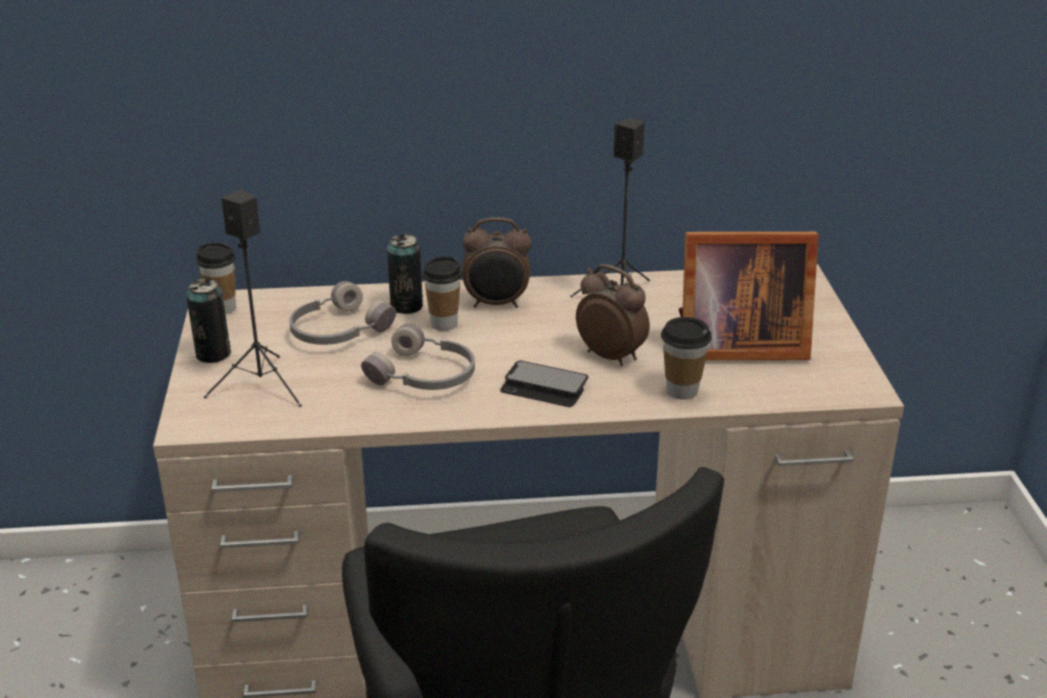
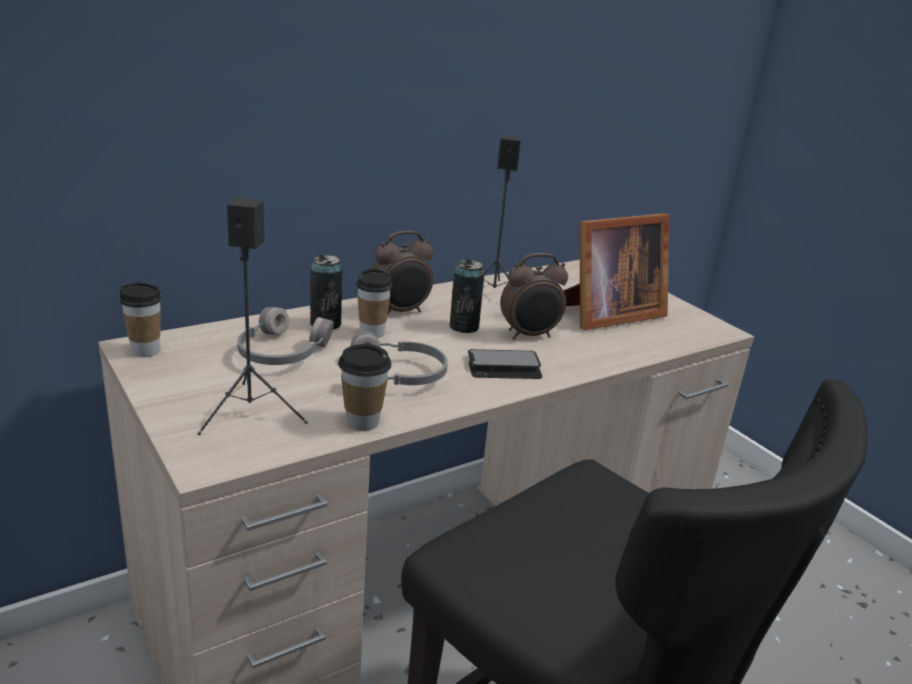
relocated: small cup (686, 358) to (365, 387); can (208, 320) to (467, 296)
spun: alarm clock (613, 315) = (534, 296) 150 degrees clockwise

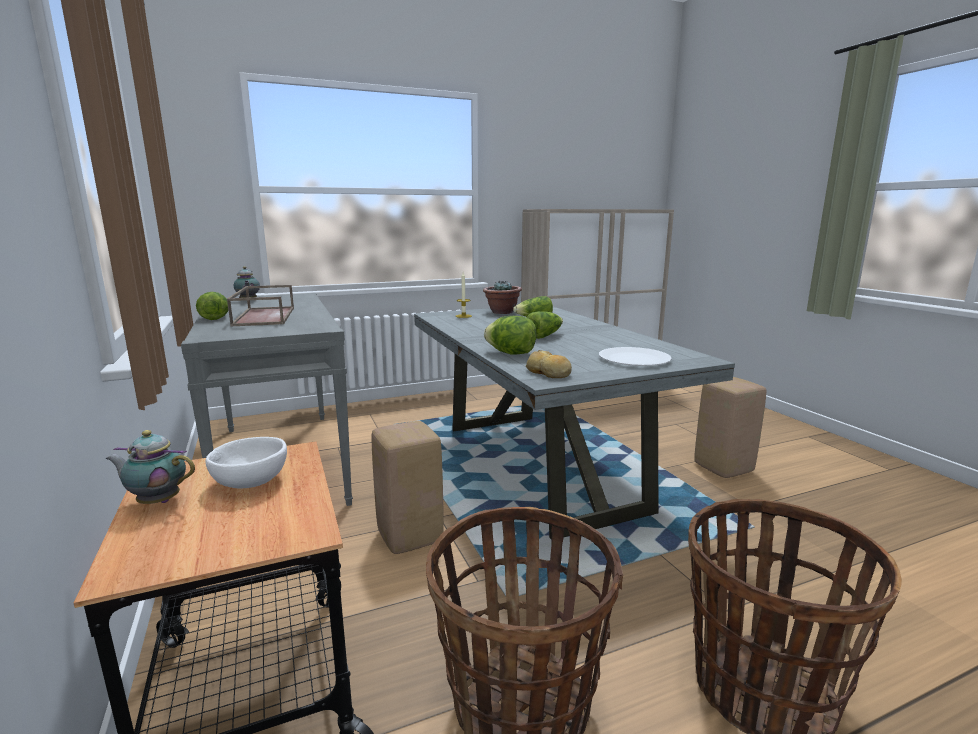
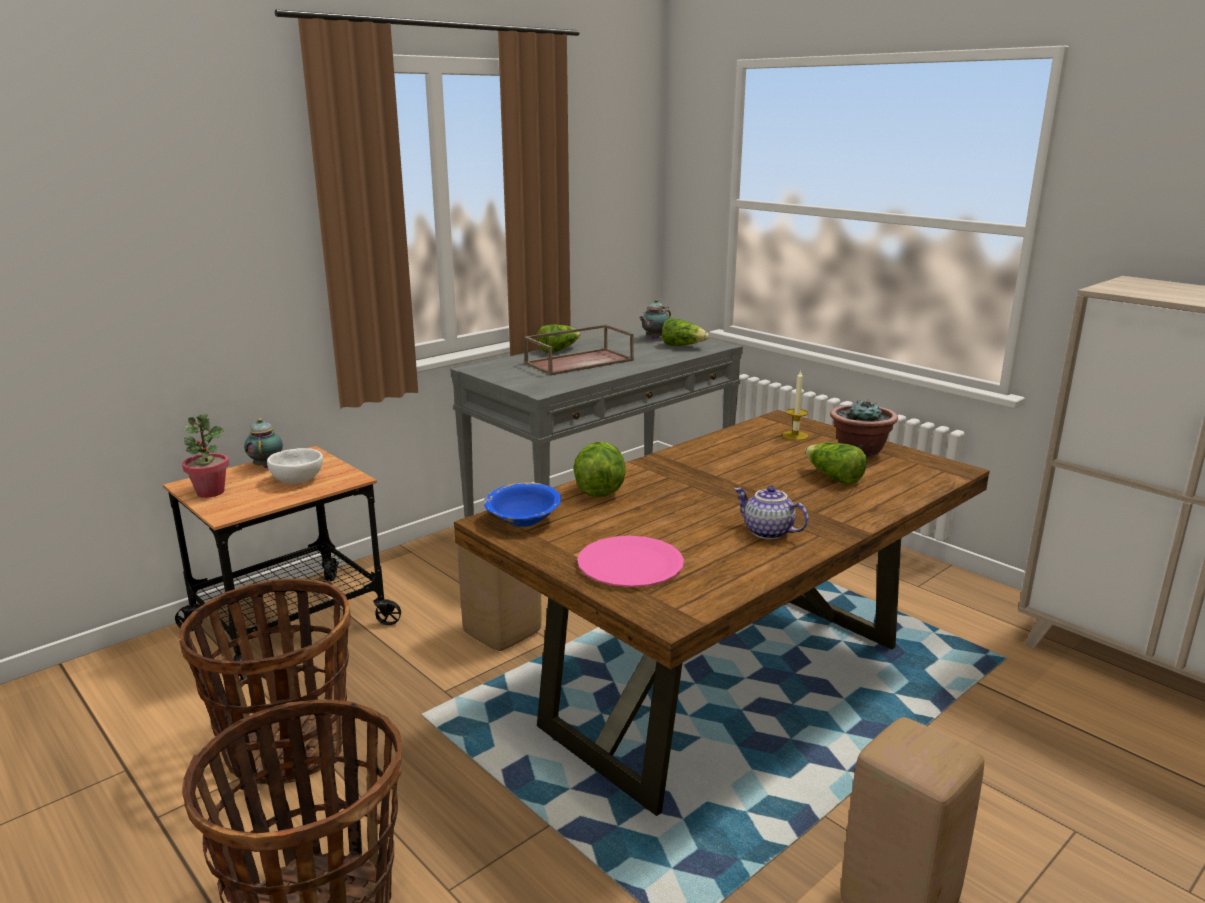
appeared: plant in a pot (205, 456); tea pot (772, 512)
relocated: lettuce (545, 325) to (685, 332)
exchanged: bread (549, 364) to bluish deep dish (522, 504)
colour: greyish dining table (574, 423) to brownish dining table (722, 613); white-coloured plate (635, 356) to pinkish plate (630, 561)

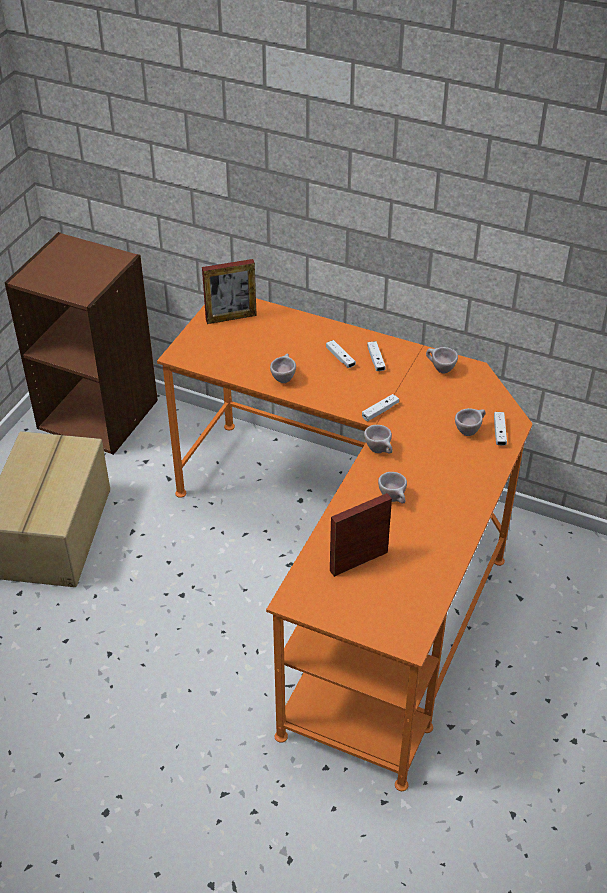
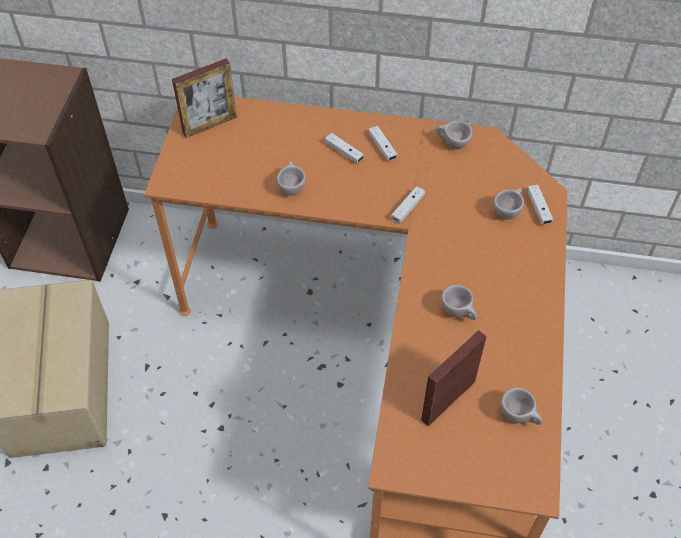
relocated: beige-coloured small cup (378, 439) to (521, 406)

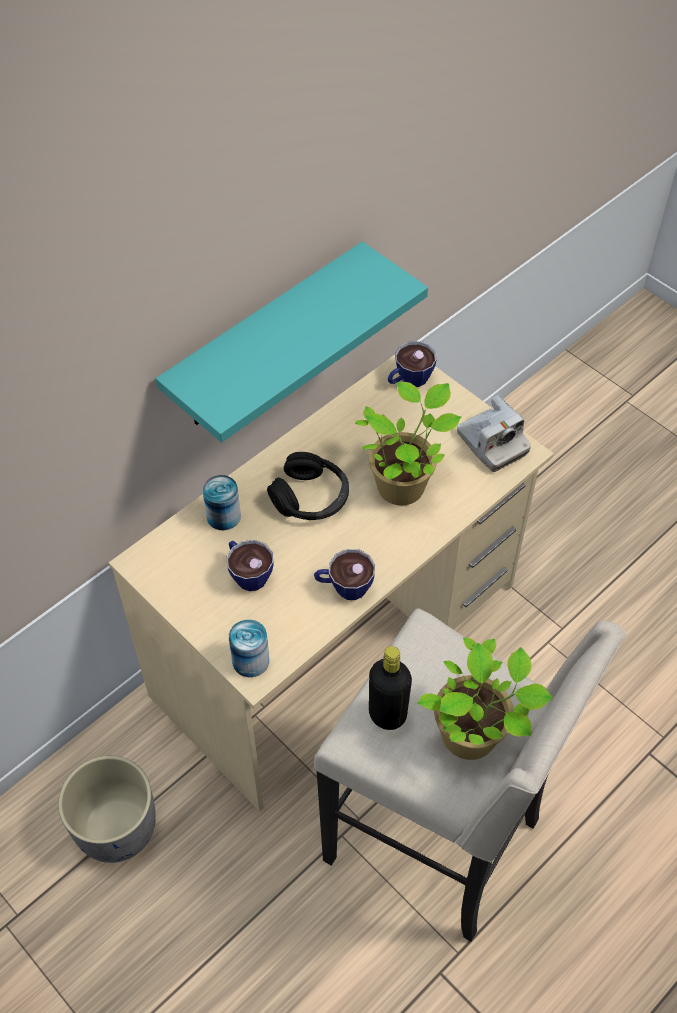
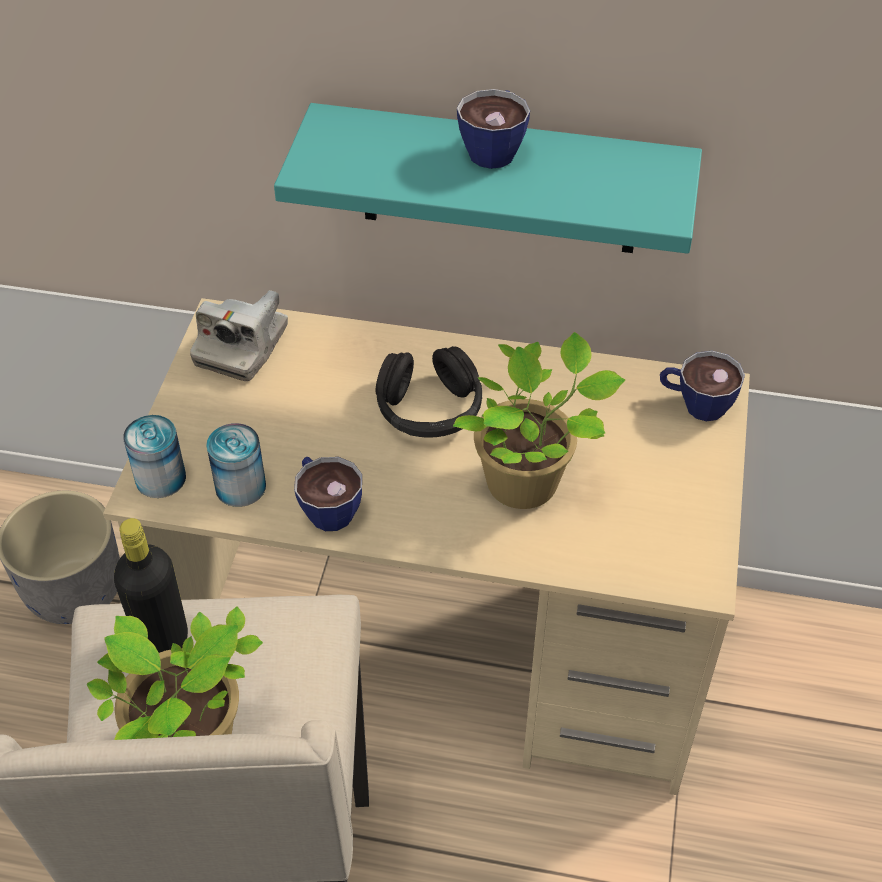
relocated: still camera (494, 433) to (239, 335); can (221, 502) to (236, 465); small cup (250, 565) to (493, 129)

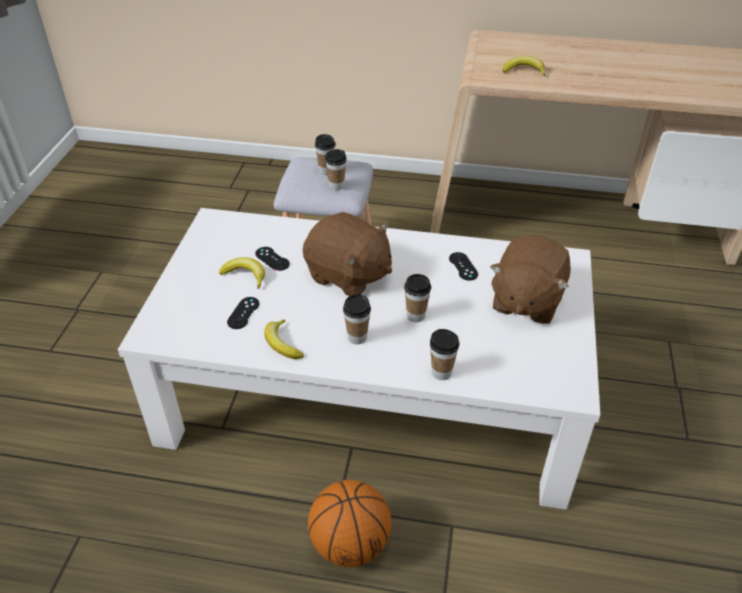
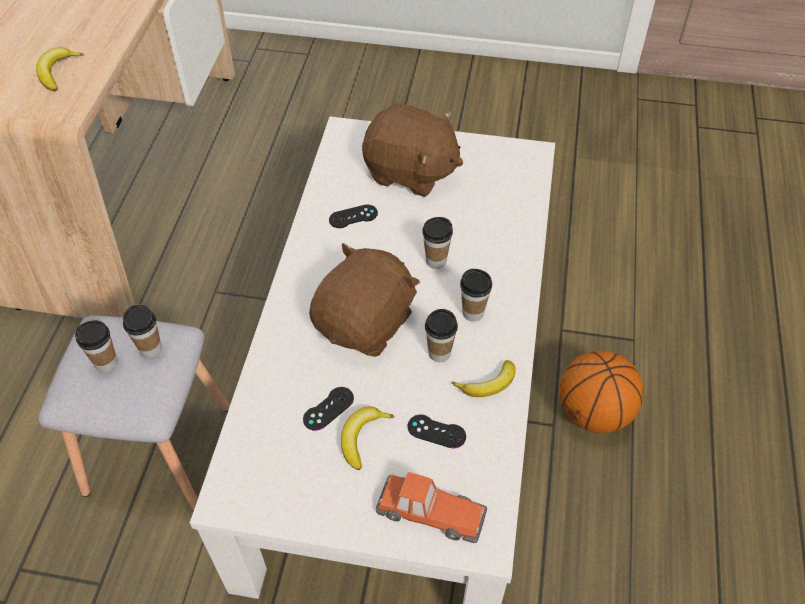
appeared: miniature car (431, 507)
relocated: small cup (444, 354) to (441, 335)

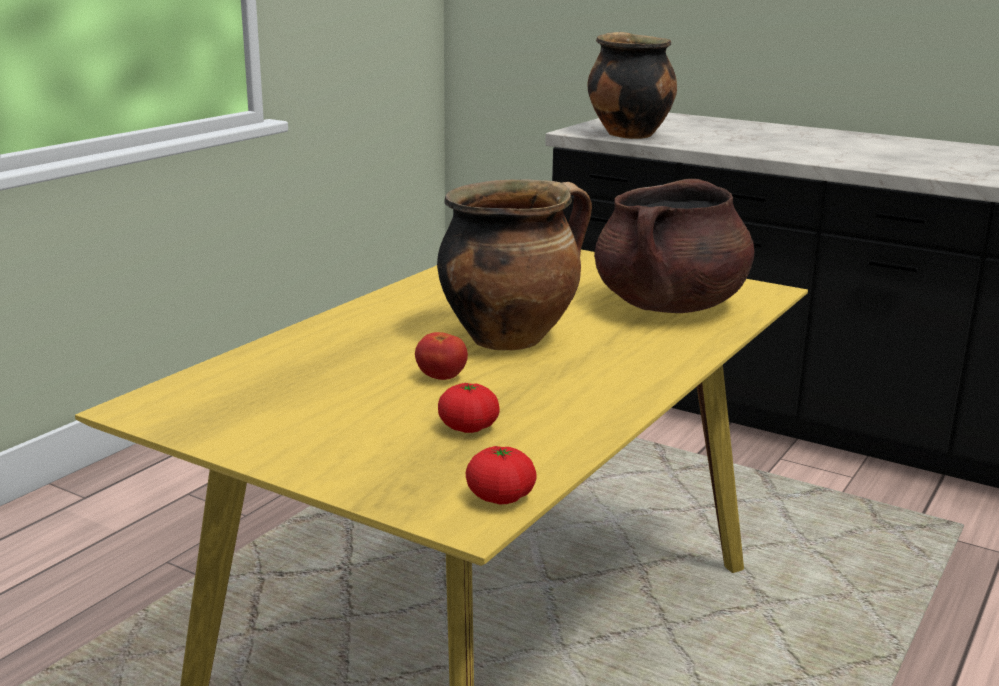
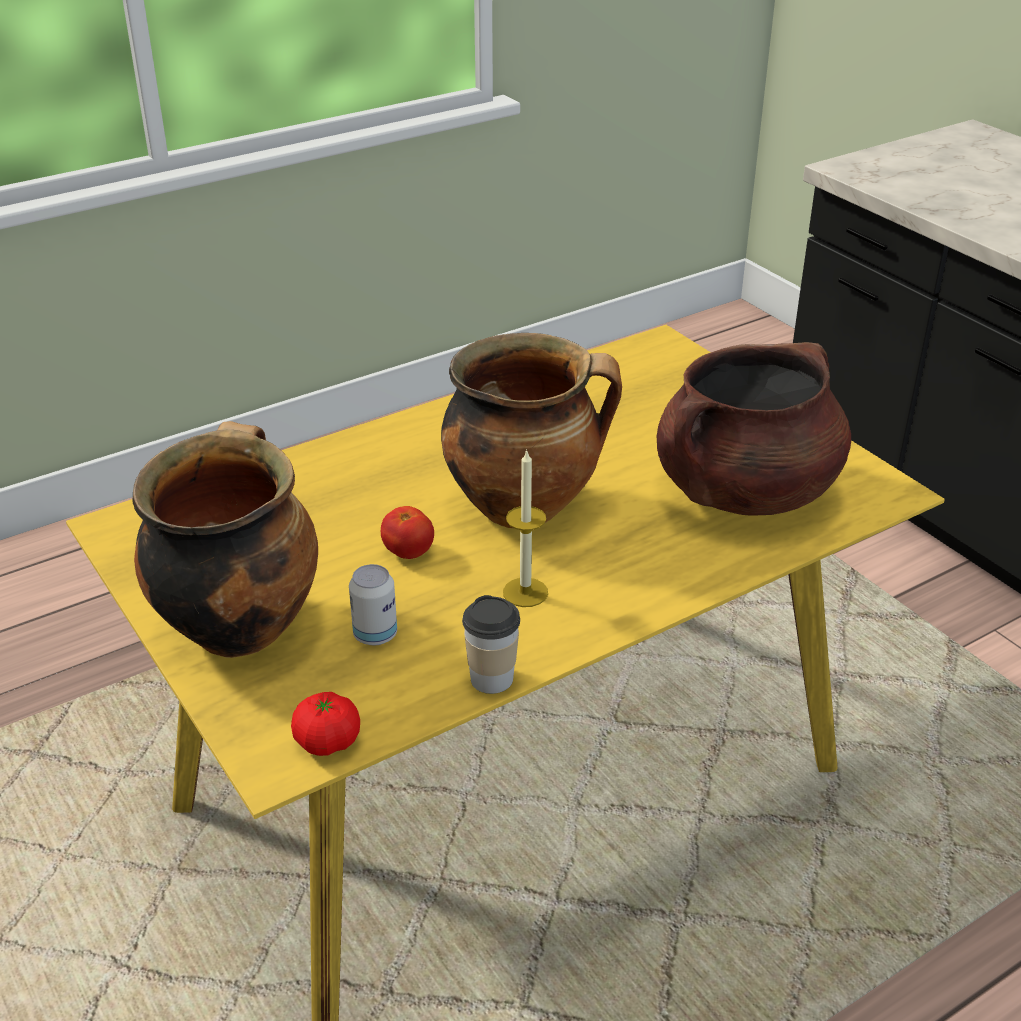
appeared: small cup (491, 644); wax light (525, 528)
relocated: cooking pot (632, 85) to (225, 539)
exchanged: tomato (469, 408) to can (373, 604)

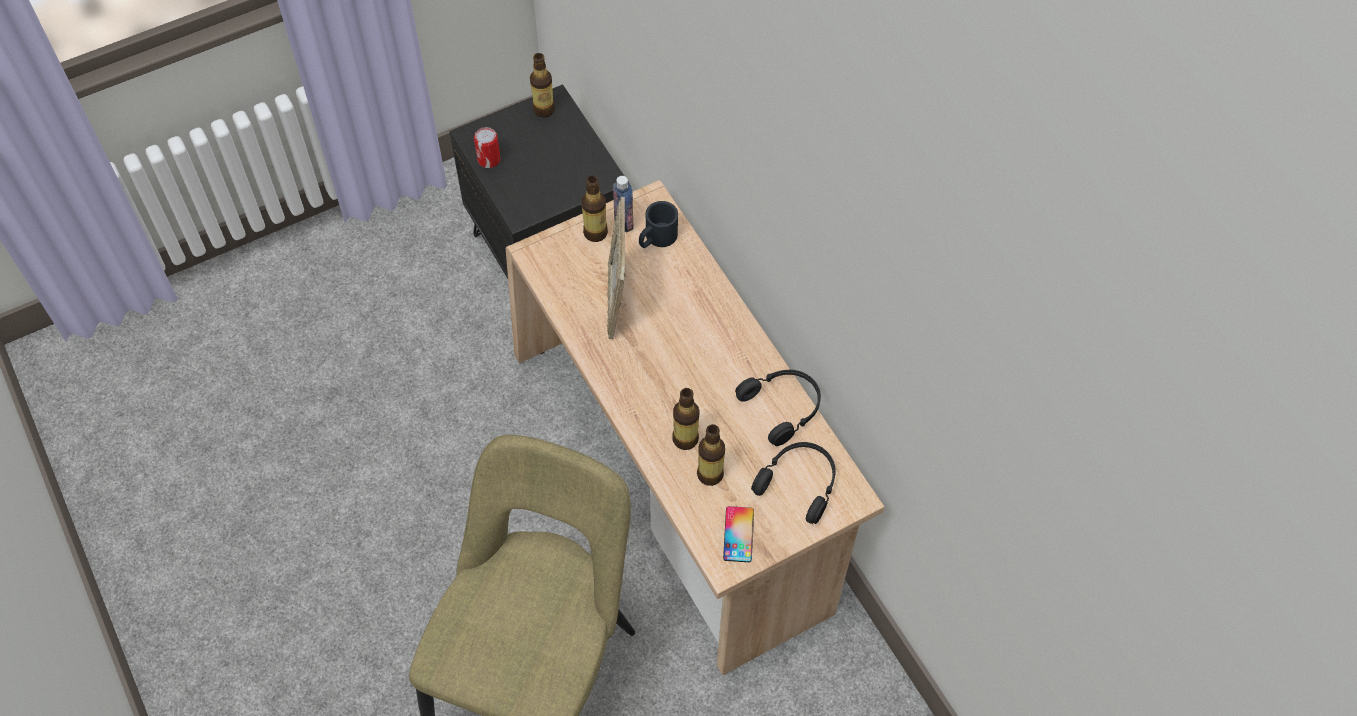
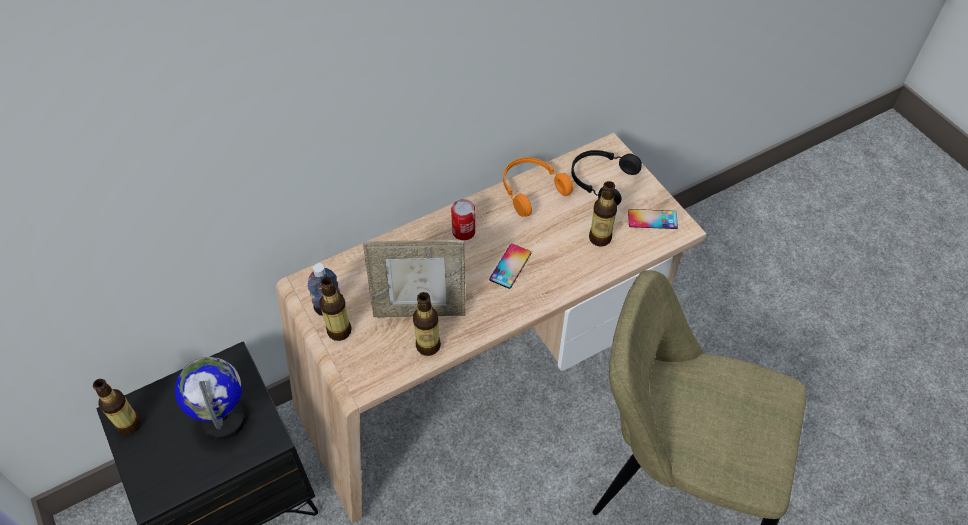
missing: black-coloured tea mug (658, 224)
appeared: desk globe (210, 398); phone (510, 266)
relocated: bottle (686, 419) to (427, 324); can (487, 147) to (463, 219)
colour: black-coloured headset (778, 408) to orangey headset (538, 187)

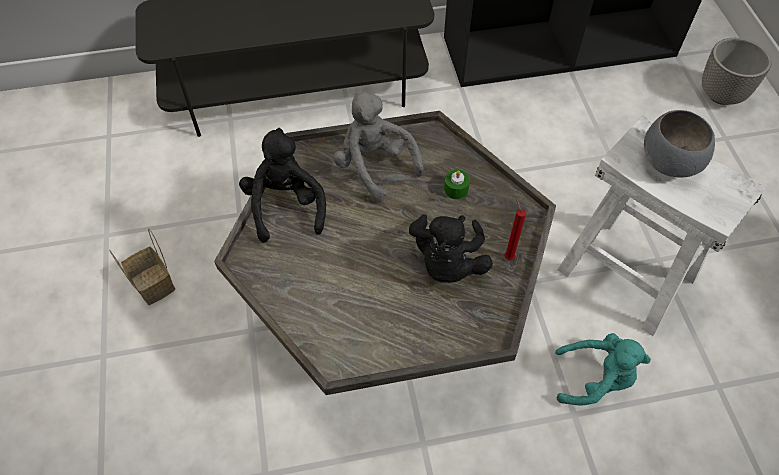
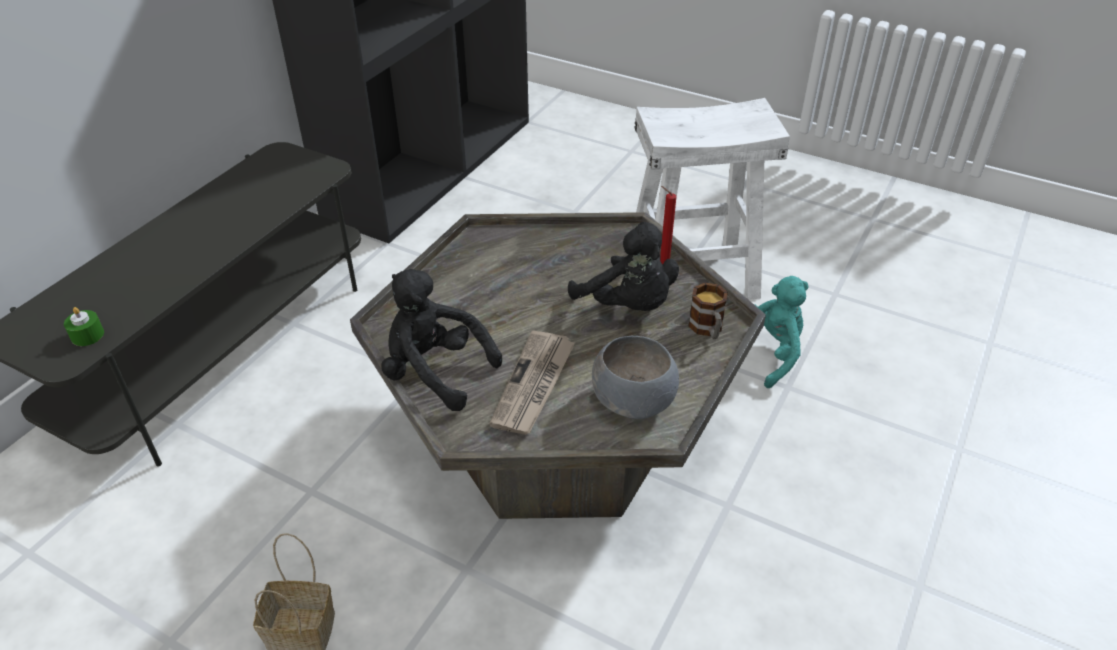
missing: greyish cuddly toy (378, 147); flower pot (737, 71)
appeared: newspaper (532, 382); tea mug (708, 311)
relocated: green wax light (457, 184) to (84, 326); greyish deep dish (679, 144) to (635, 377)

